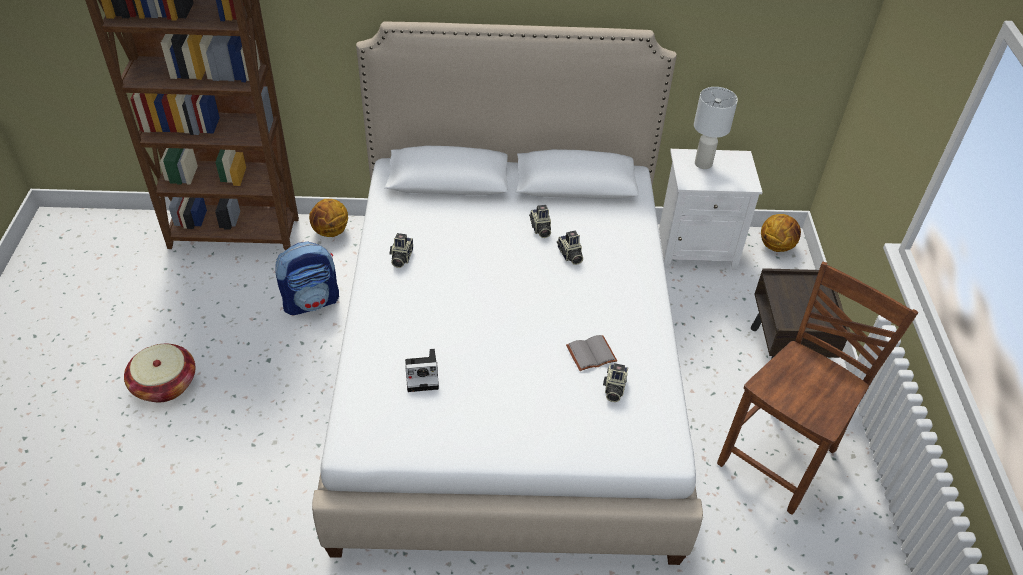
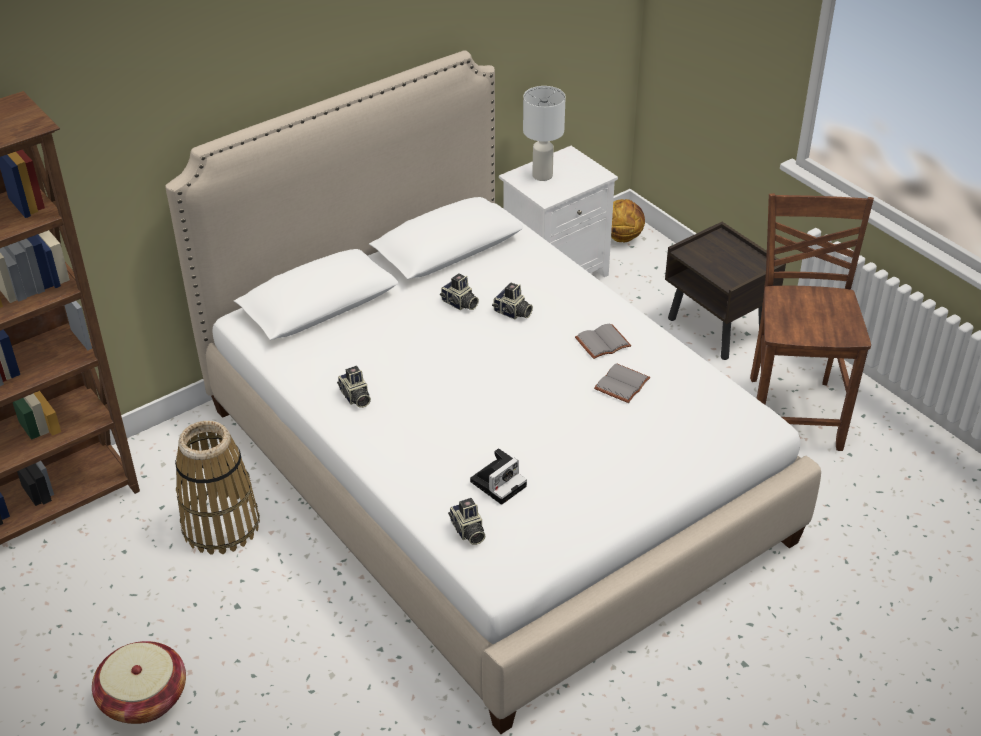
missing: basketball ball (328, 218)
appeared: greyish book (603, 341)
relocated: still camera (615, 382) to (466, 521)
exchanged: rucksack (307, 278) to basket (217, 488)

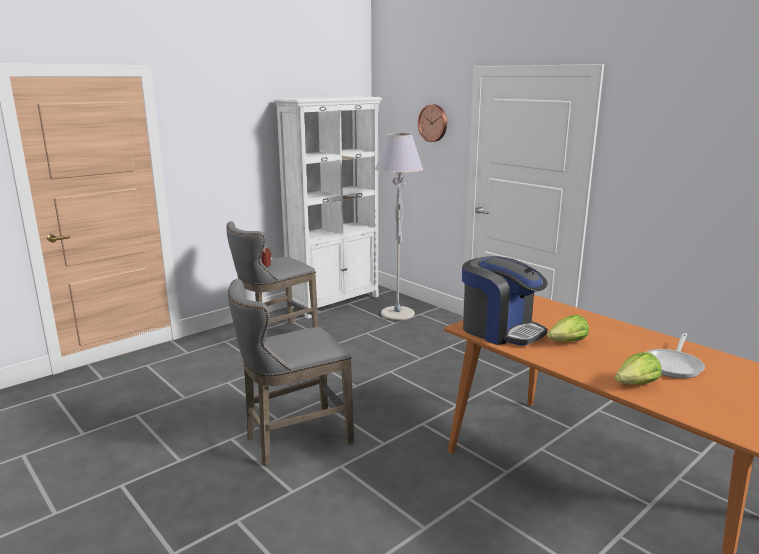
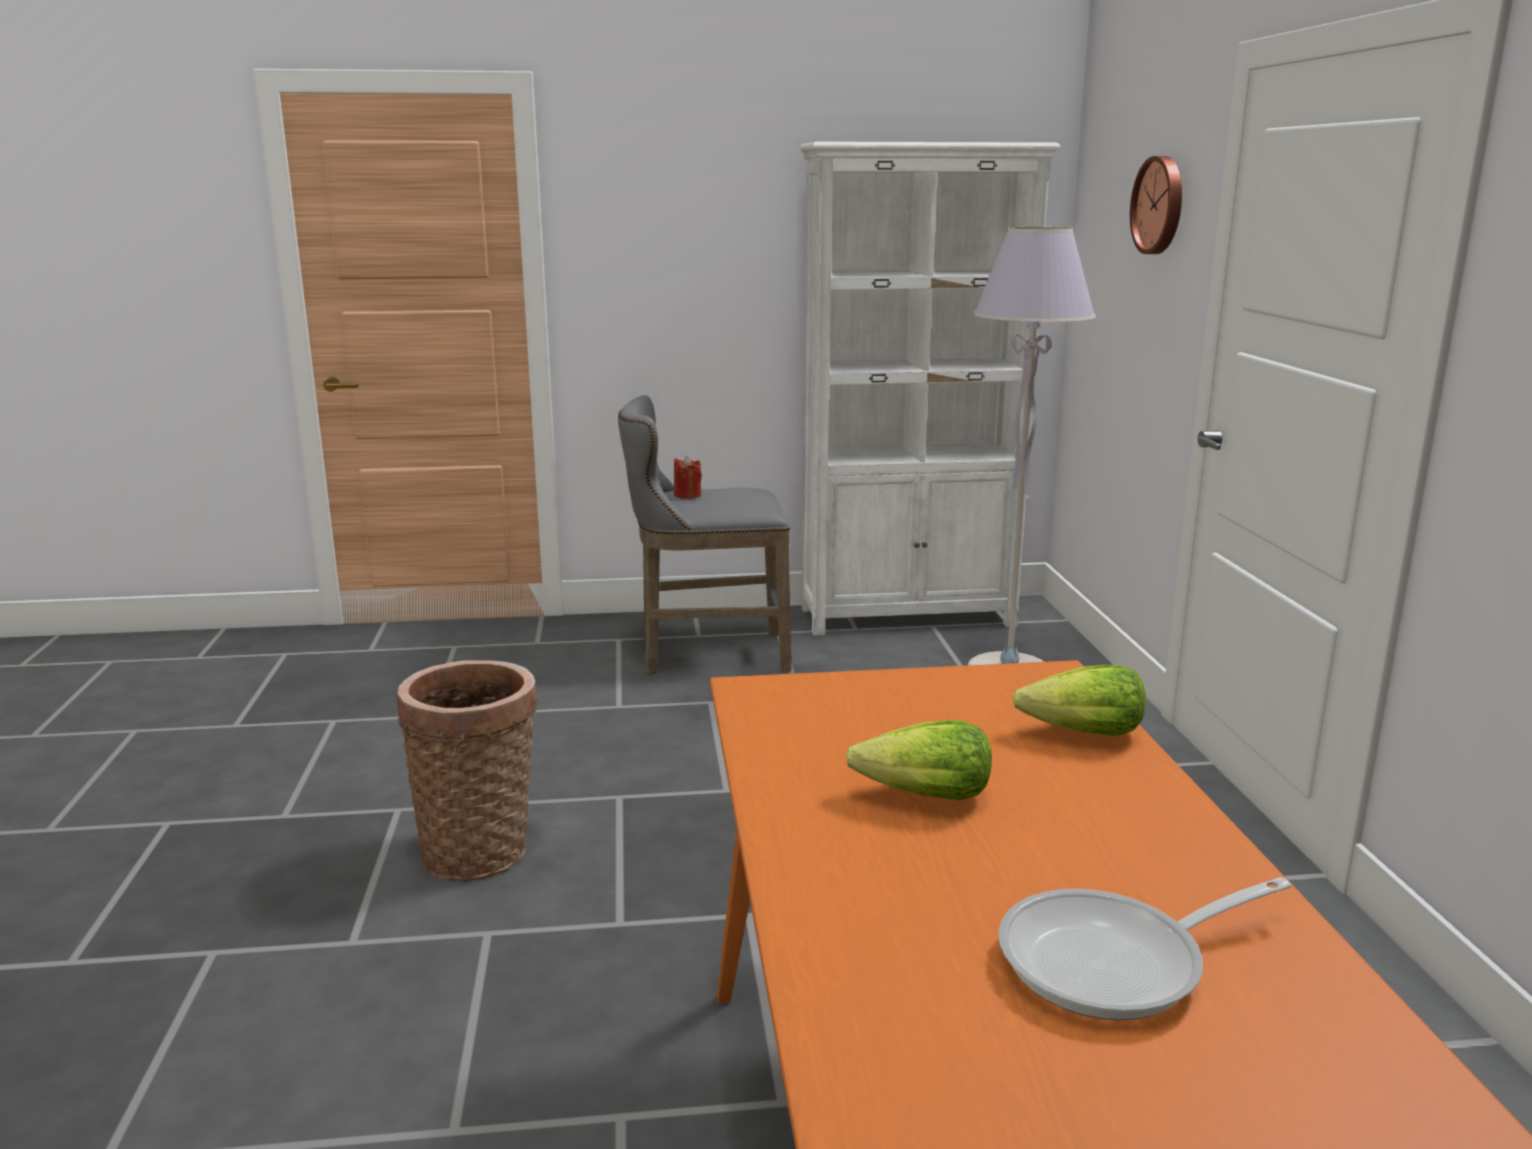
missing: coffee maker (504, 301)
relocated: lettuce (638, 368) to (1079, 700)
exchanged: greyish stool seat (291, 373) to basket (467, 771)

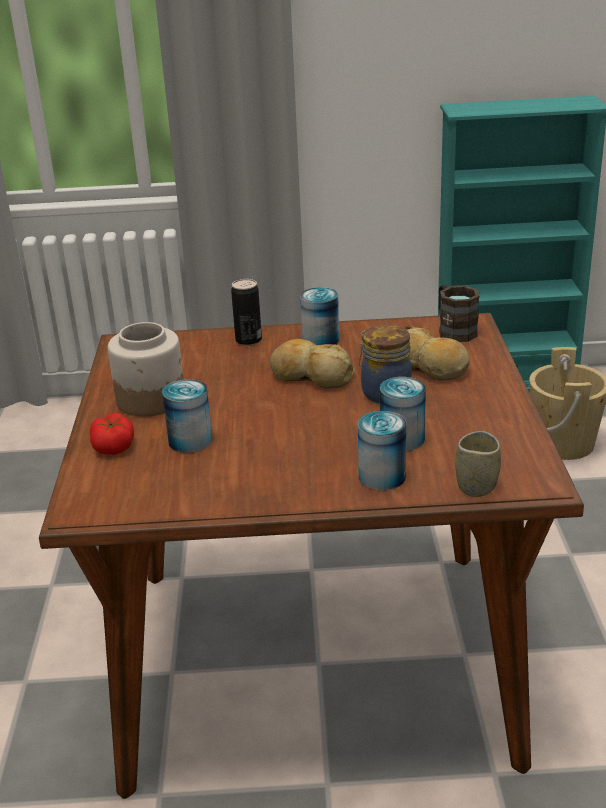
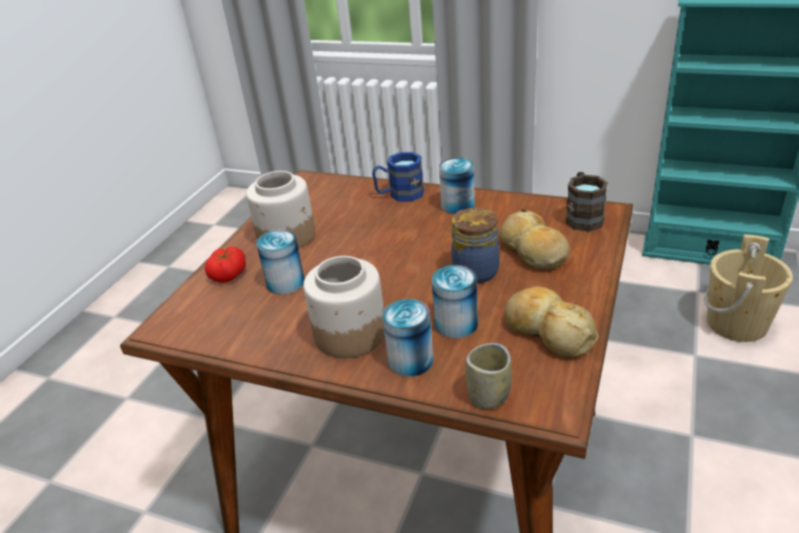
appeared: storage jar (344, 307)
relocated: bread (312, 363) to (552, 321)
exchanged: can (246, 312) to bluish tea mug (398, 177)

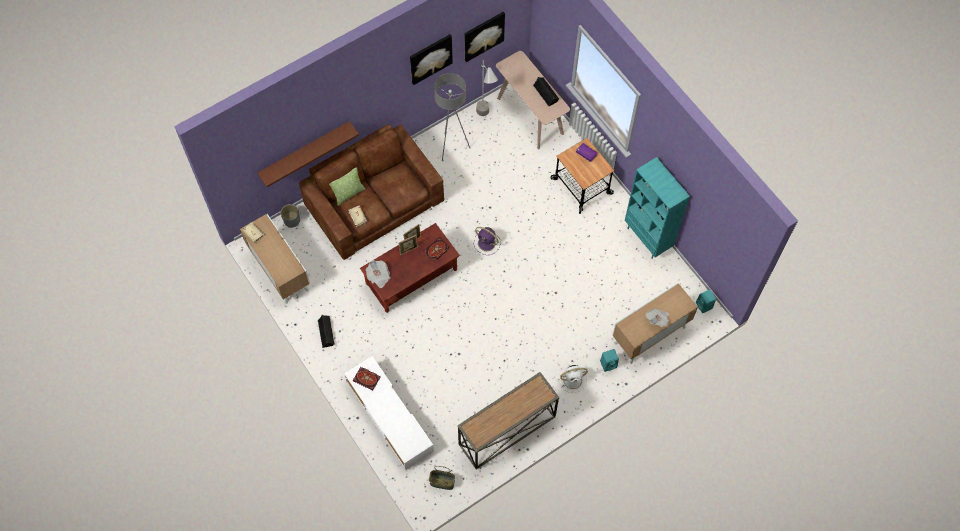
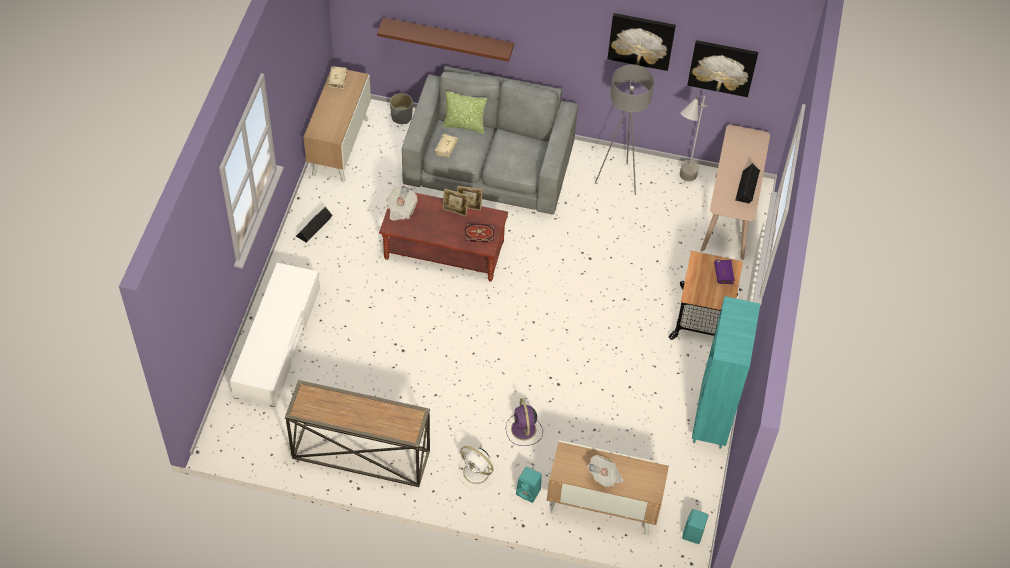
missing: book (366, 379); basket (442, 478)
relocated: purple-coloured electric fan (487, 241) to (524, 422)
colour: brownish sofa (371, 192) to greyish sofa (490, 140)

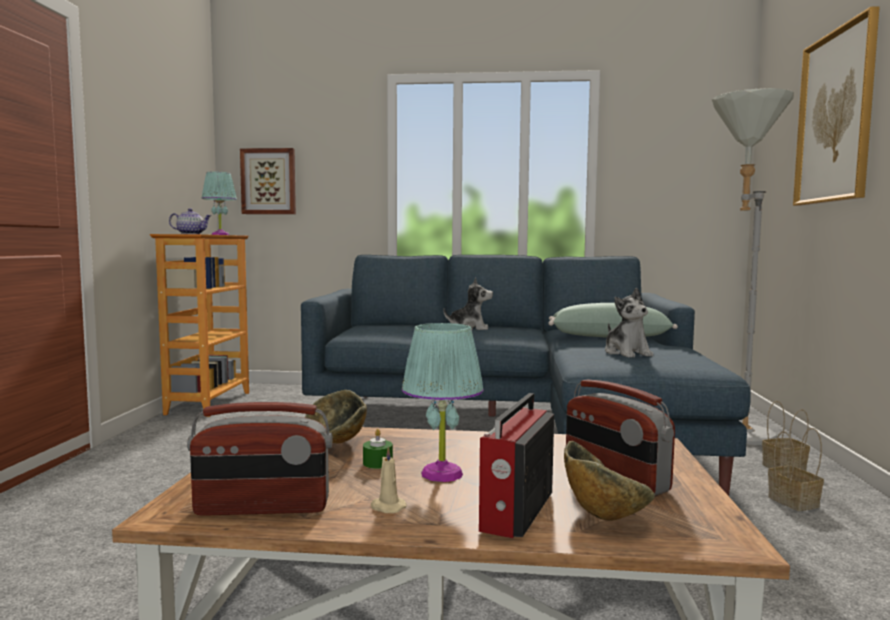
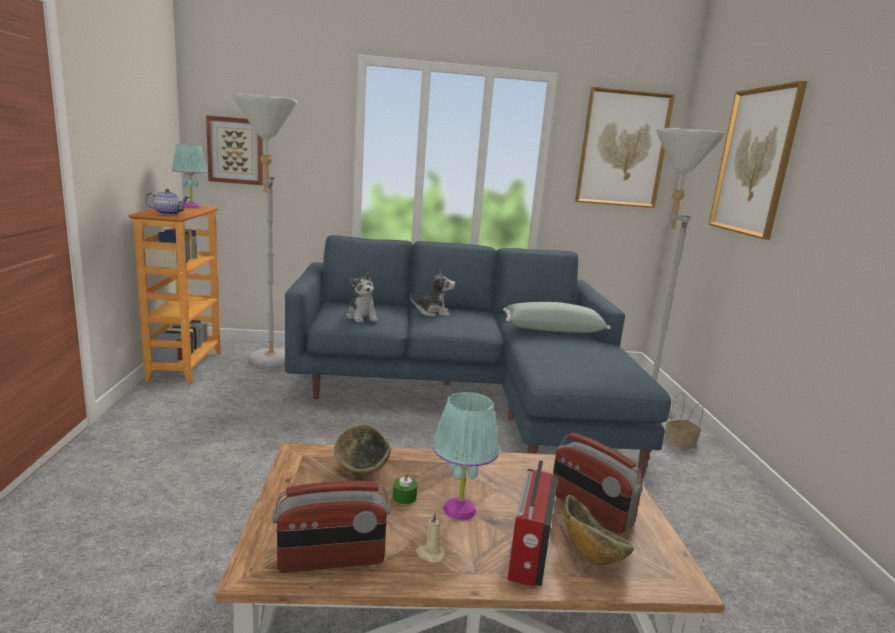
missing: basket (796, 469)
appeared: greyish standard lamp (265, 230); picture (625, 147)
relocated: cuddly toy (629, 323) to (362, 297)

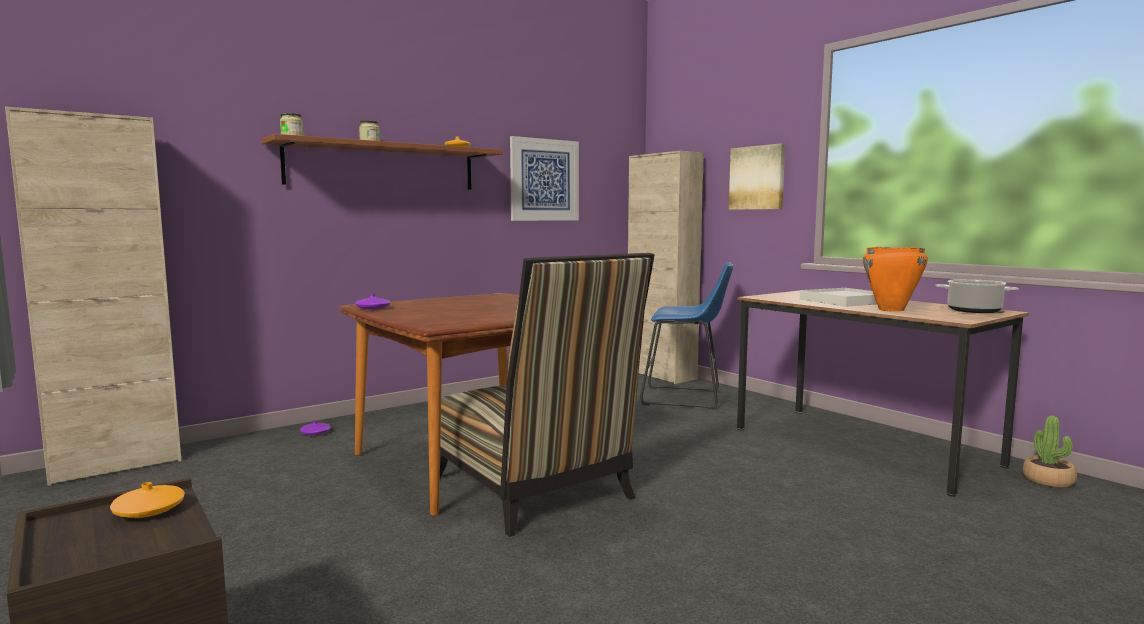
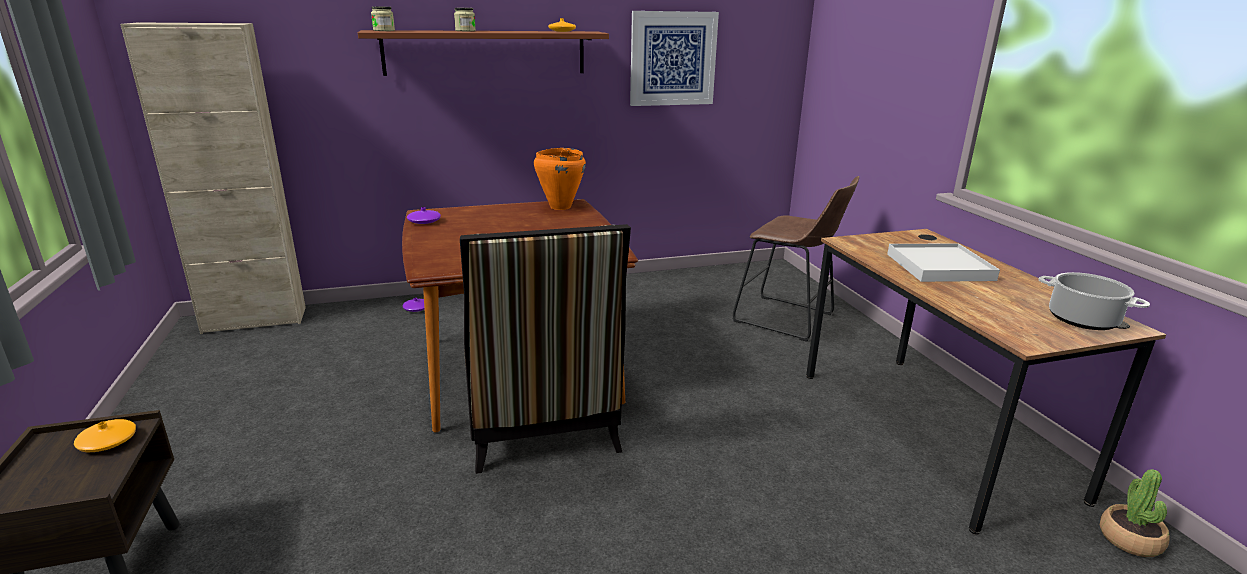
missing: beige-coloured cupboard (666, 267); picture (757, 176)
relocated: orangey cooking pot (895, 279) to (560, 179)
colour: bluish stool seat (686, 336) to brownish stool seat (796, 259)

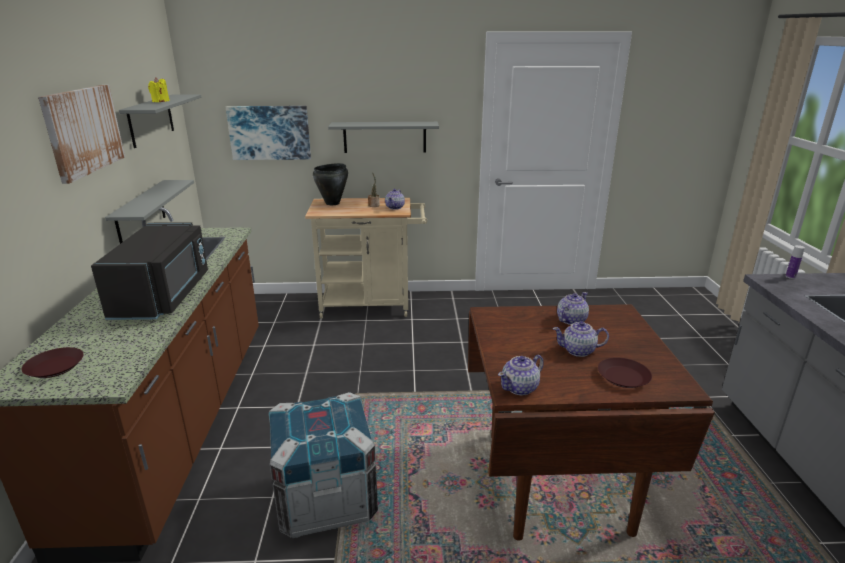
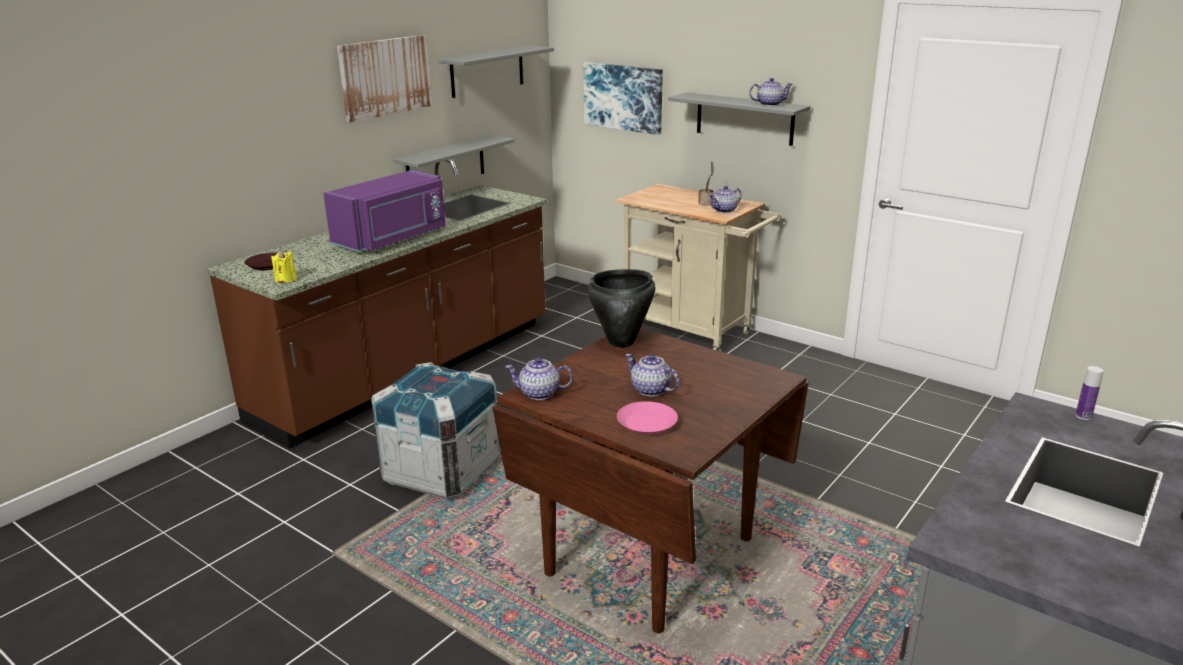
relocated: yellowish wax light (159, 89) to (284, 266); black-coloured cooking pot (330, 184) to (621, 308); tea pot (573, 308) to (771, 92)
colour: black-coloured microwave (149, 271) to purple-coloured microwave (384, 211); brownish plate (625, 372) to pinkish plate (647, 418)

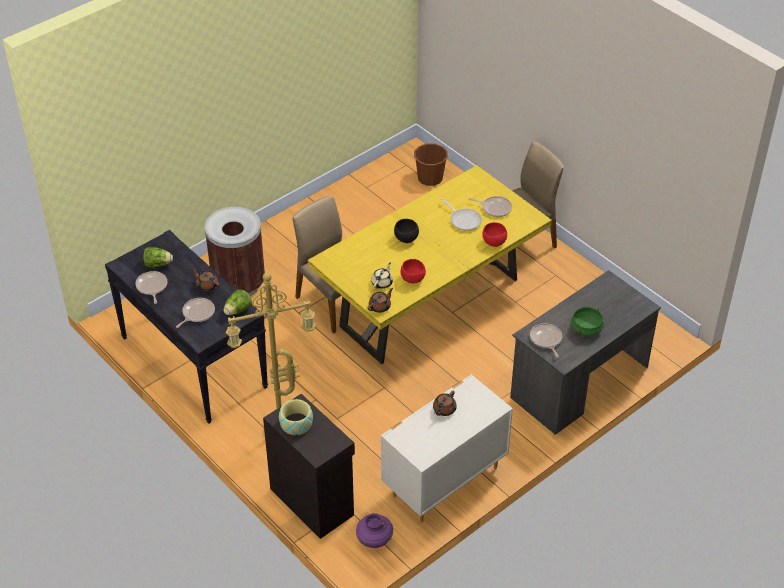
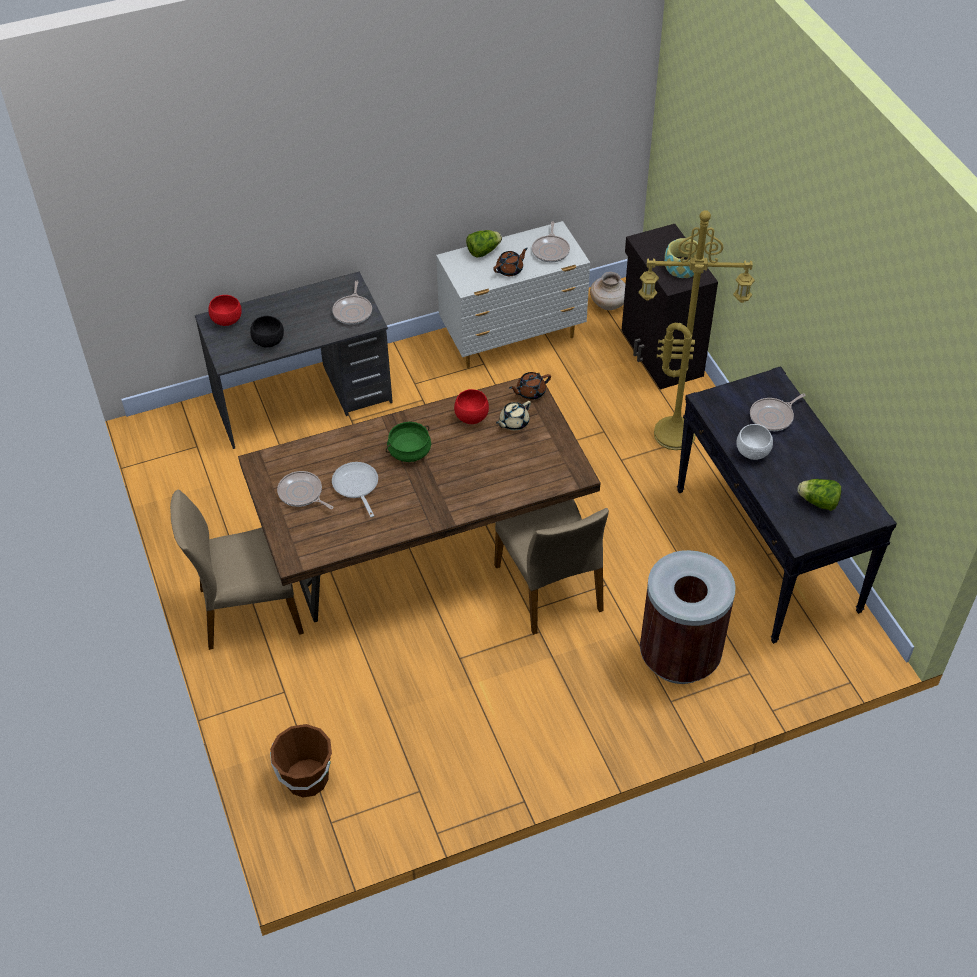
relocated: red-coloured deep dish (494, 234) to (225, 310); black-coloured deep dish (406, 231) to (267, 331); green cooking pot (587, 322) to (408, 442); lettuce (237, 302) to (484, 243); skillet (151, 287) to (551, 241)
exchanged: brownish tea pot (206, 279) to white-coloured deep dish (754, 442)
colour: yellowish dining table (430, 264) to brownish dining table (419, 497); purple-coloured vase (374, 530) to beige-coloured vase (607, 291)

